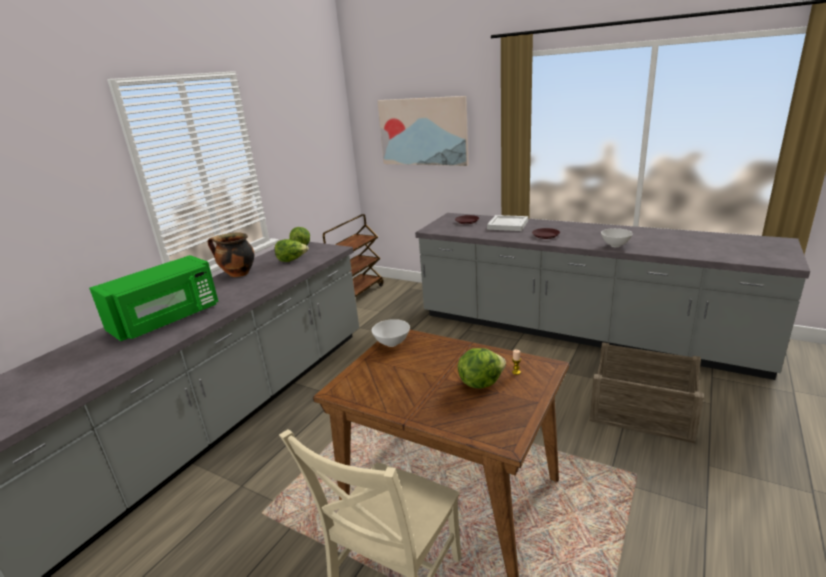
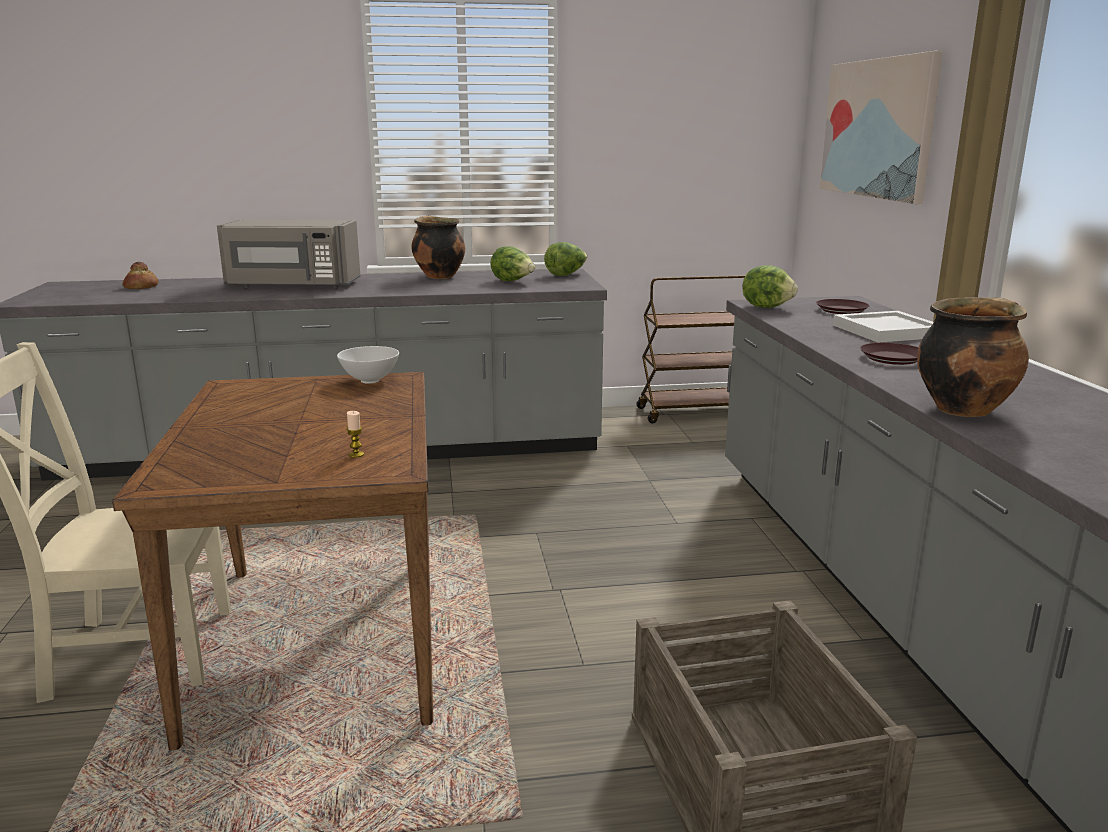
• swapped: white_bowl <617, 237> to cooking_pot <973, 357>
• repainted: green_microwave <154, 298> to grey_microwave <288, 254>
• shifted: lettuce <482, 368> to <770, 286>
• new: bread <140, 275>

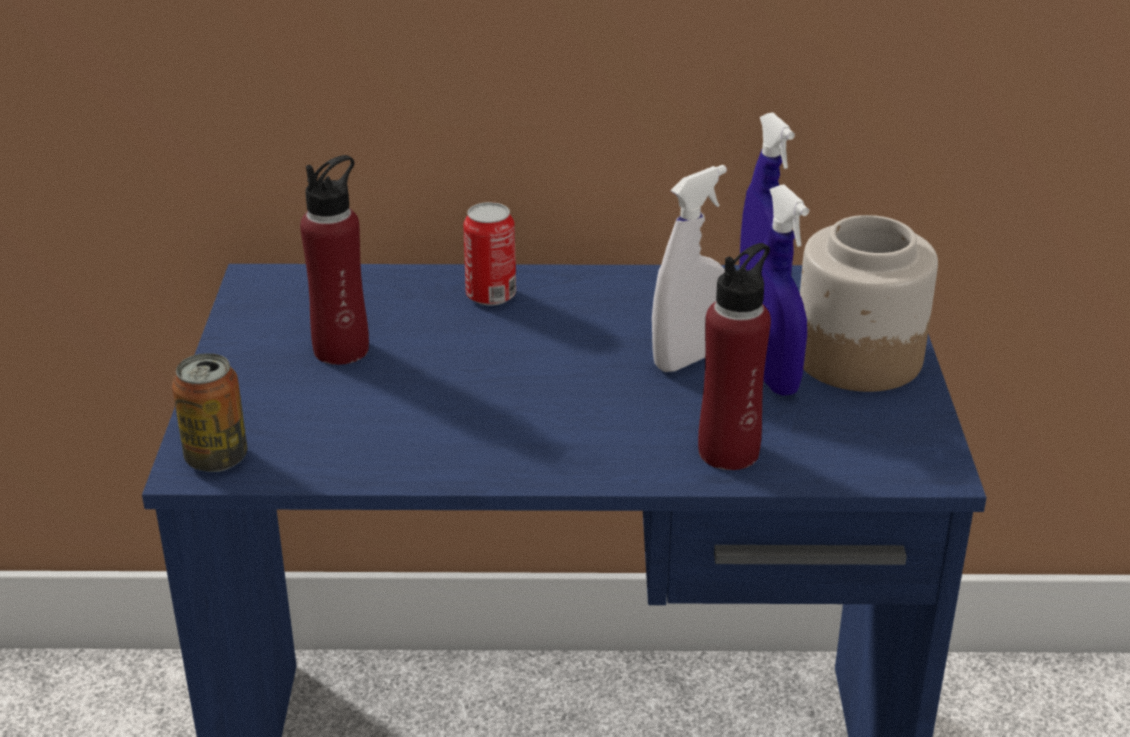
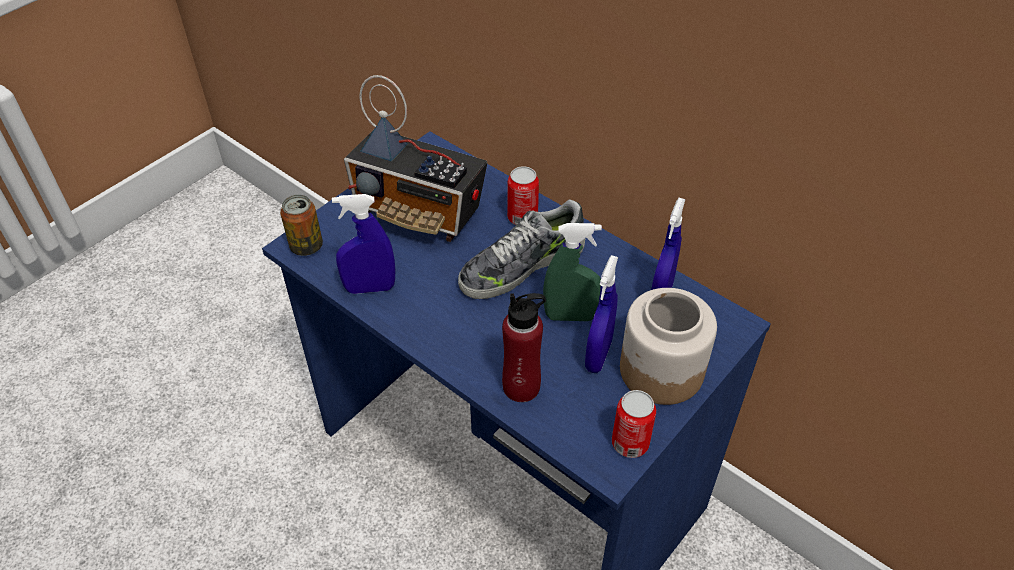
• swapped: red_bottle <334, 260> to radio <415, 158>
• repainted: white_spray_bottle <689, 268> to green_spray_bottle <572, 272>
• new: blue_spray_bottle <364, 244>
• new: shoe <521, 249>
• new: can <634, 424>

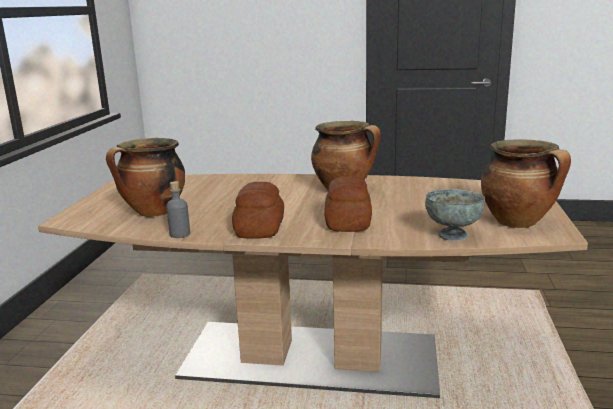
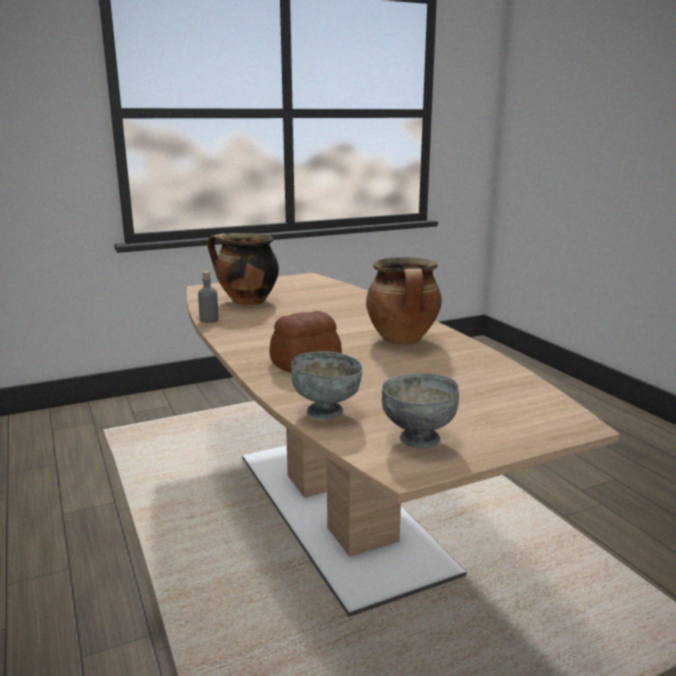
• swapped: cooking_pot <526, 183> to grey_bowl <420, 411>
• gone: bread <258, 210>

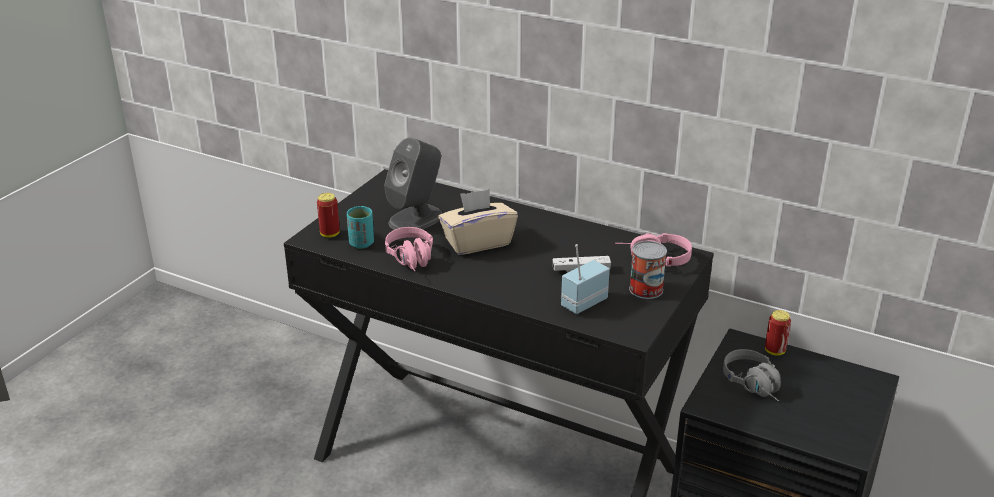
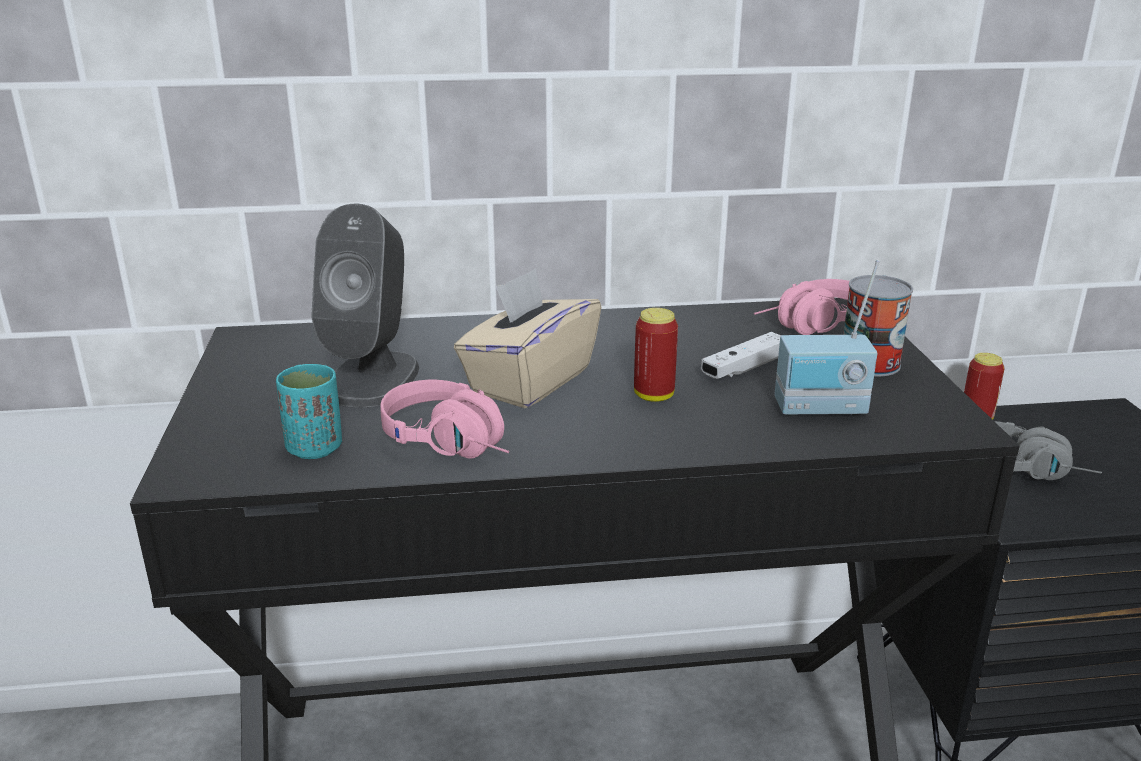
• shifted: can <328, 215> to <656, 355>
• rotated: radio <585, 279> = <827, 338> 105 degrees counterclockwise

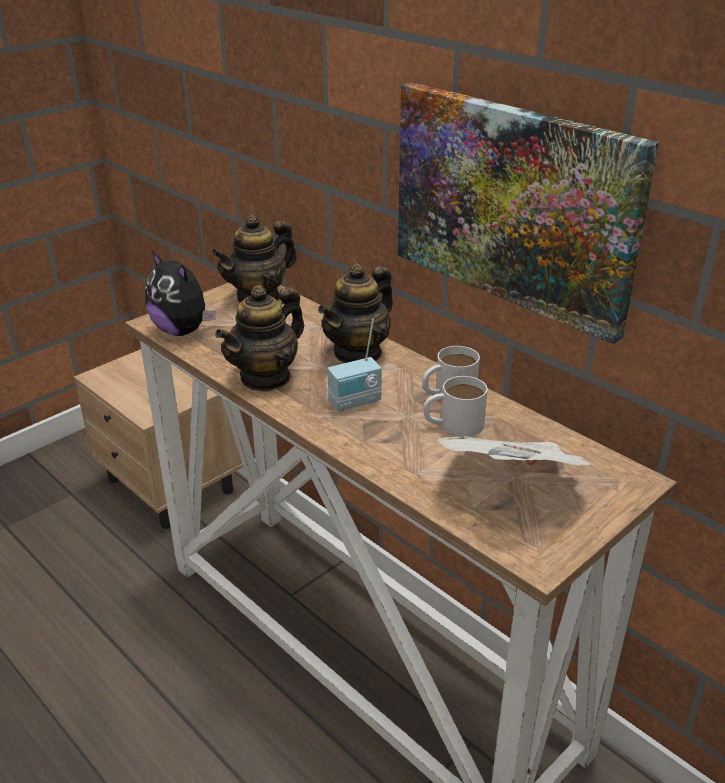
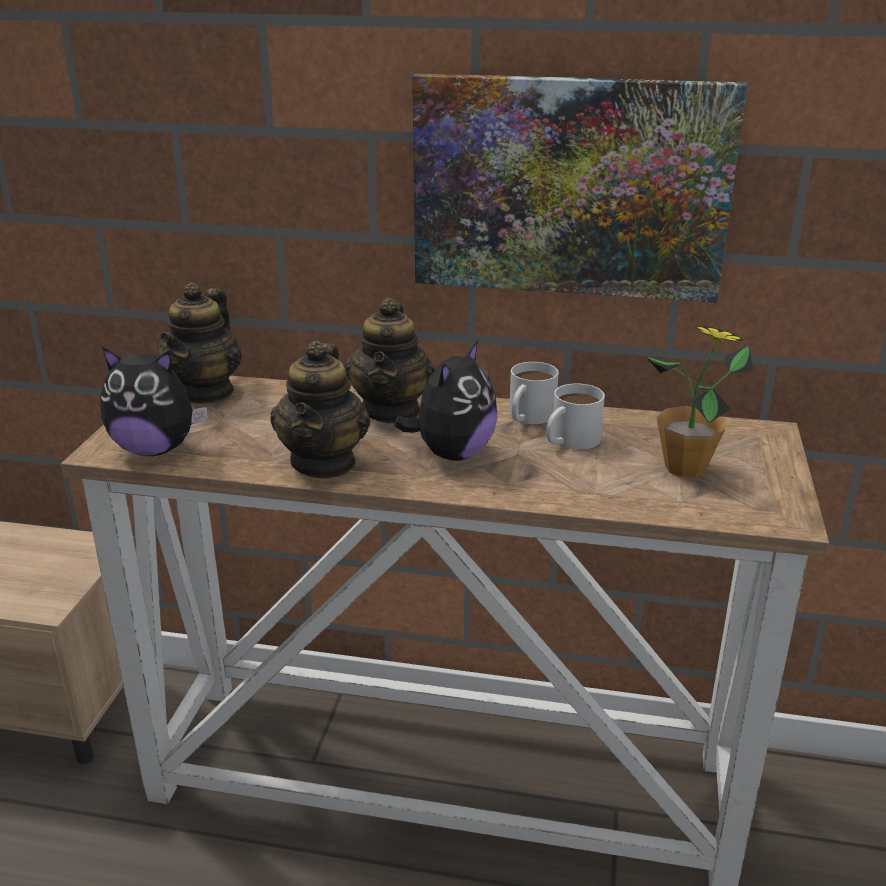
• swapped: radio <355, 364> to plush_toy <445, 400>
• swapped: newspaper <516, 451> to potted_plant <699, 402>

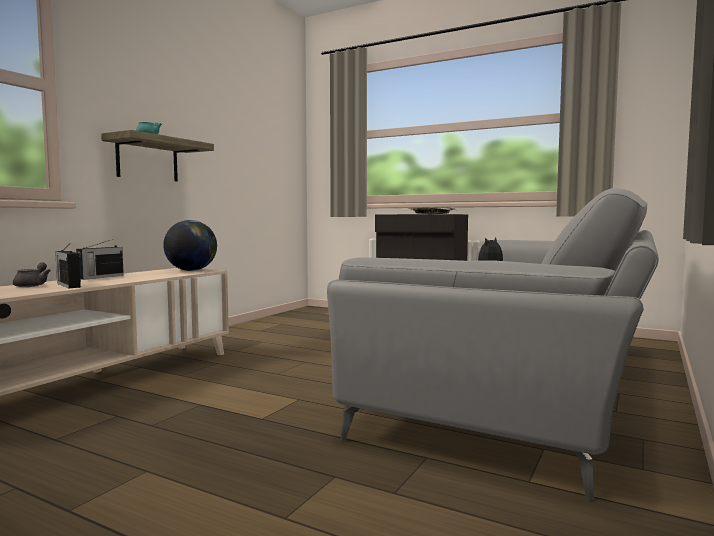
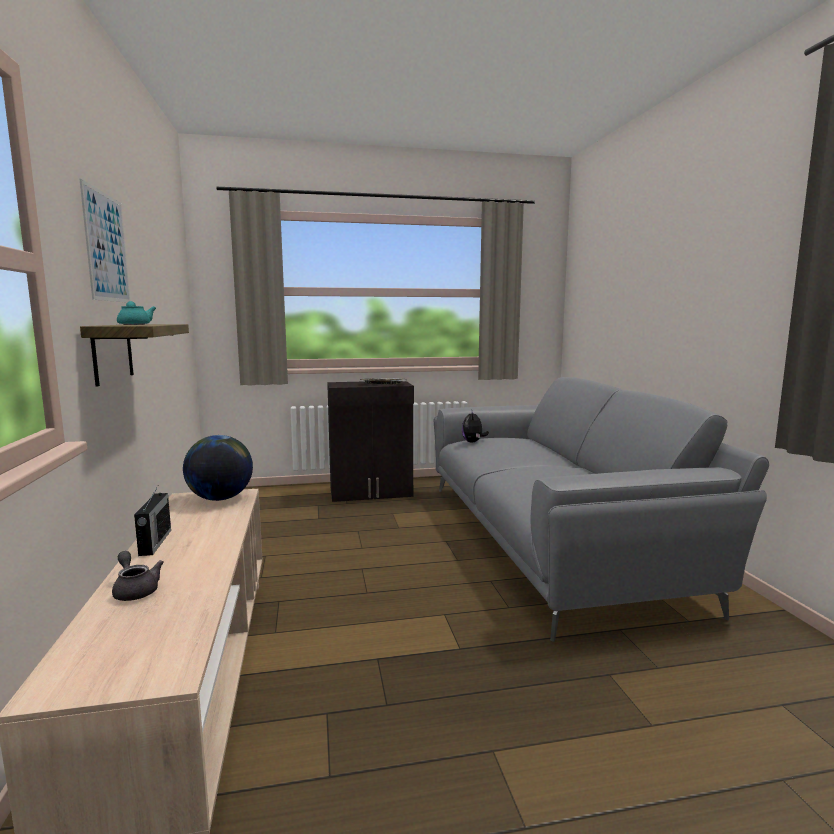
• gone: radio <68, 266>
• new: picture <105, 241>

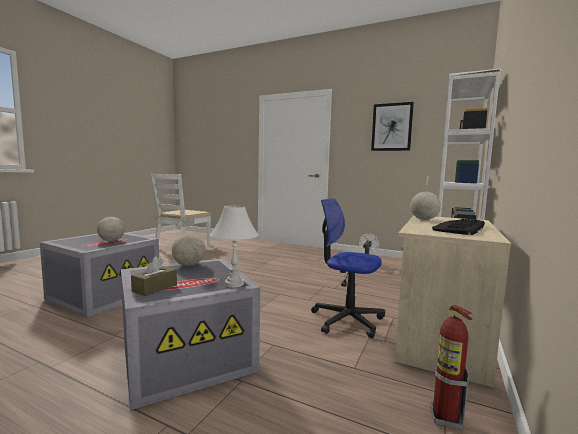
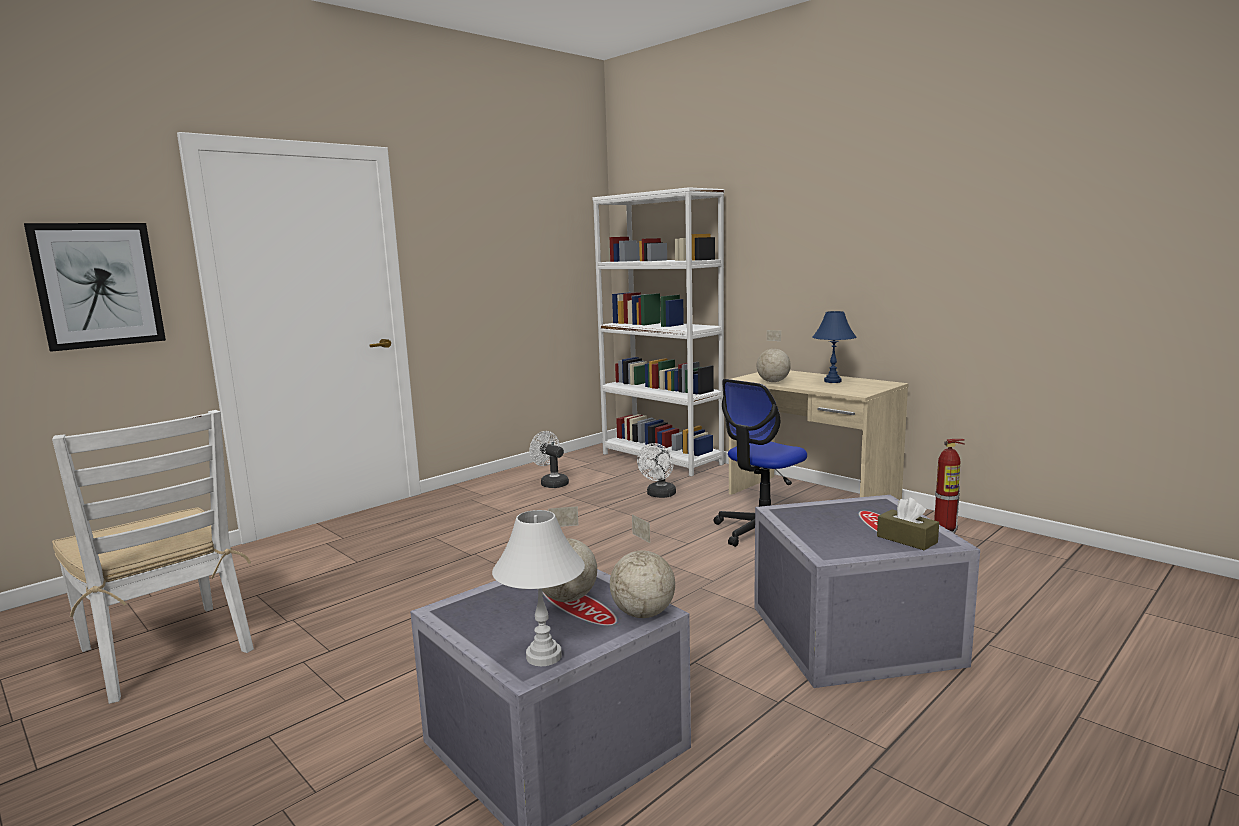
• shifted: picture <392, 126> to <95, 287>
• shifted: white_table_lamp <234, 246> to <538, 588>
• shifted: globe <188, 241> to <642, 566>
• swapped: keyboard <458, 227> to blue_table_lamp <834, 347>
• new: white_fan <656, 470>

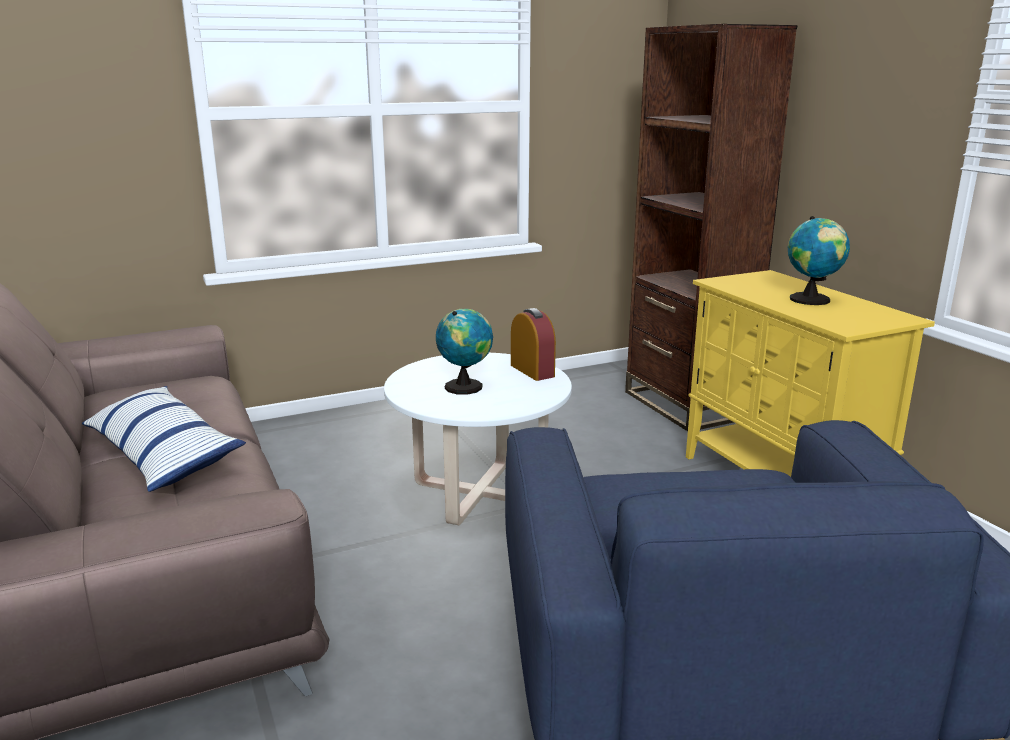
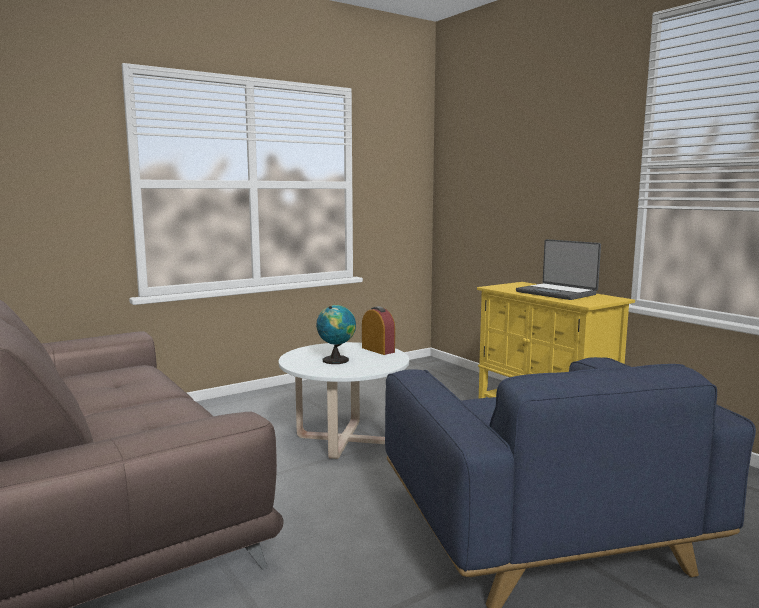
• gone: brown_bookcase <711, 227>
• swapped: globe <819, 260> to laptop <558, 269>
• gone: pillow <164, 439>

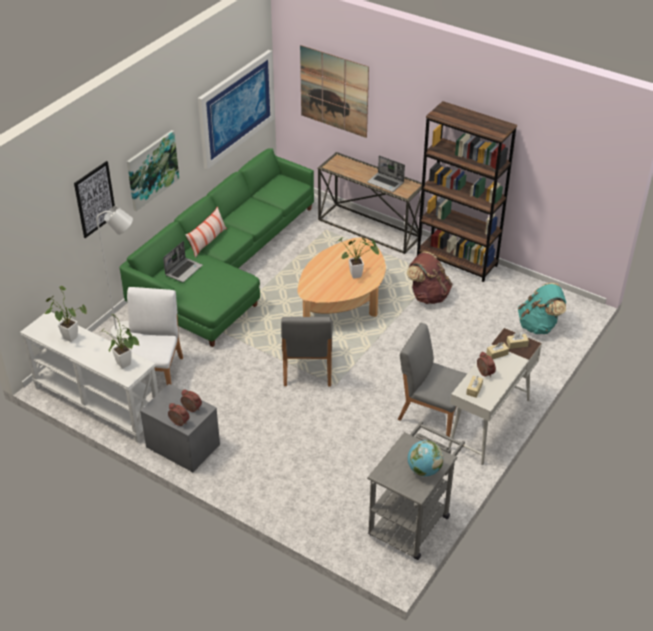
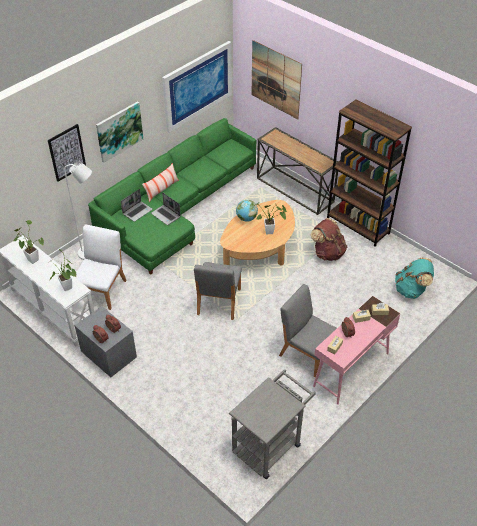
• shifted: laptop <386, 173> to <166, 208>
• repainted: white_desk <495, 396> to pink_desk <357, 350>
• shifted: globe <426, 458> to <247, 211>

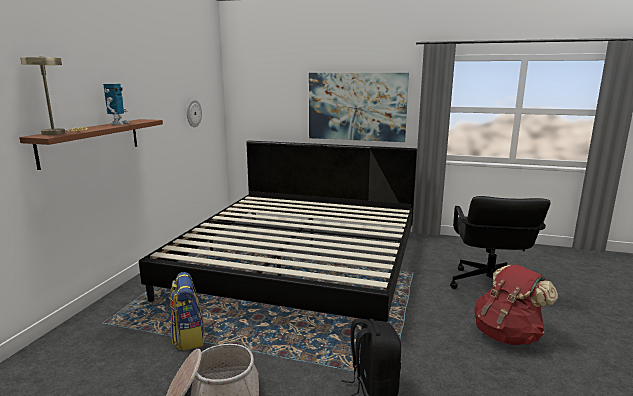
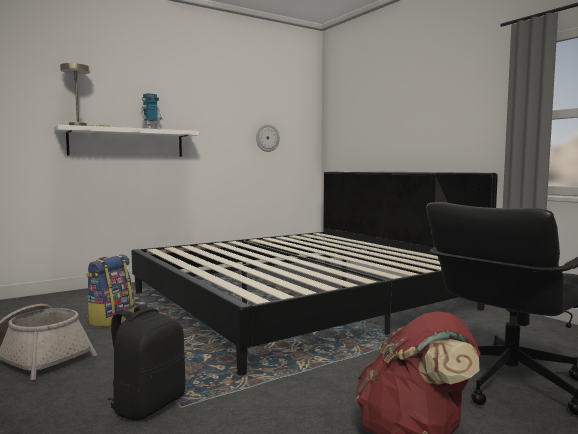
• gone: picture <359, 107>
• repainted: brown_shelf <91, 144> to white_shelf <126, 141>

